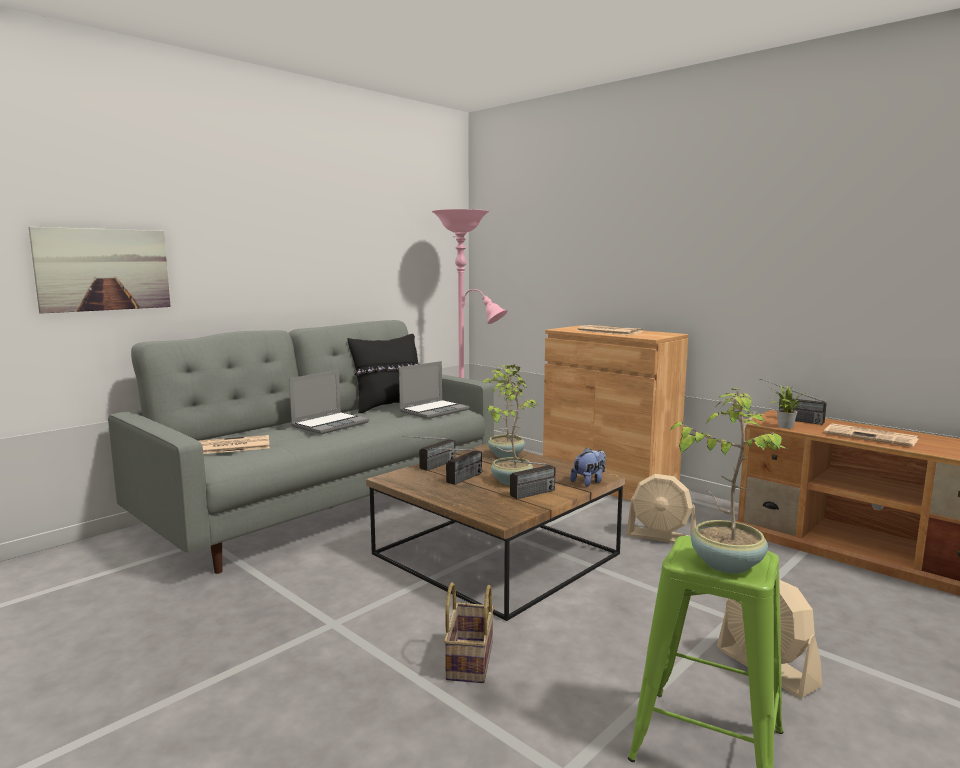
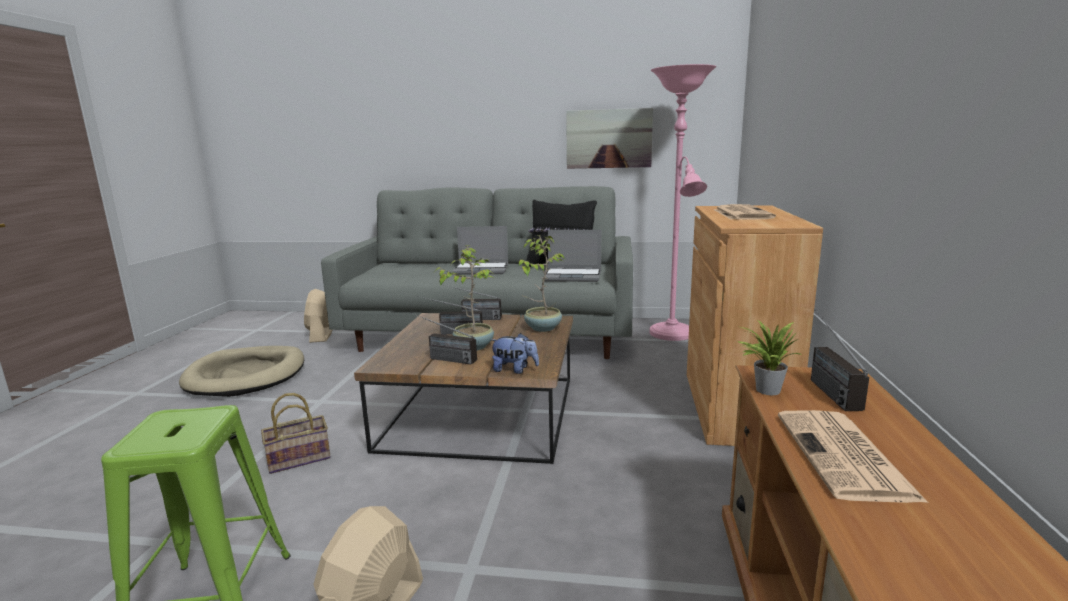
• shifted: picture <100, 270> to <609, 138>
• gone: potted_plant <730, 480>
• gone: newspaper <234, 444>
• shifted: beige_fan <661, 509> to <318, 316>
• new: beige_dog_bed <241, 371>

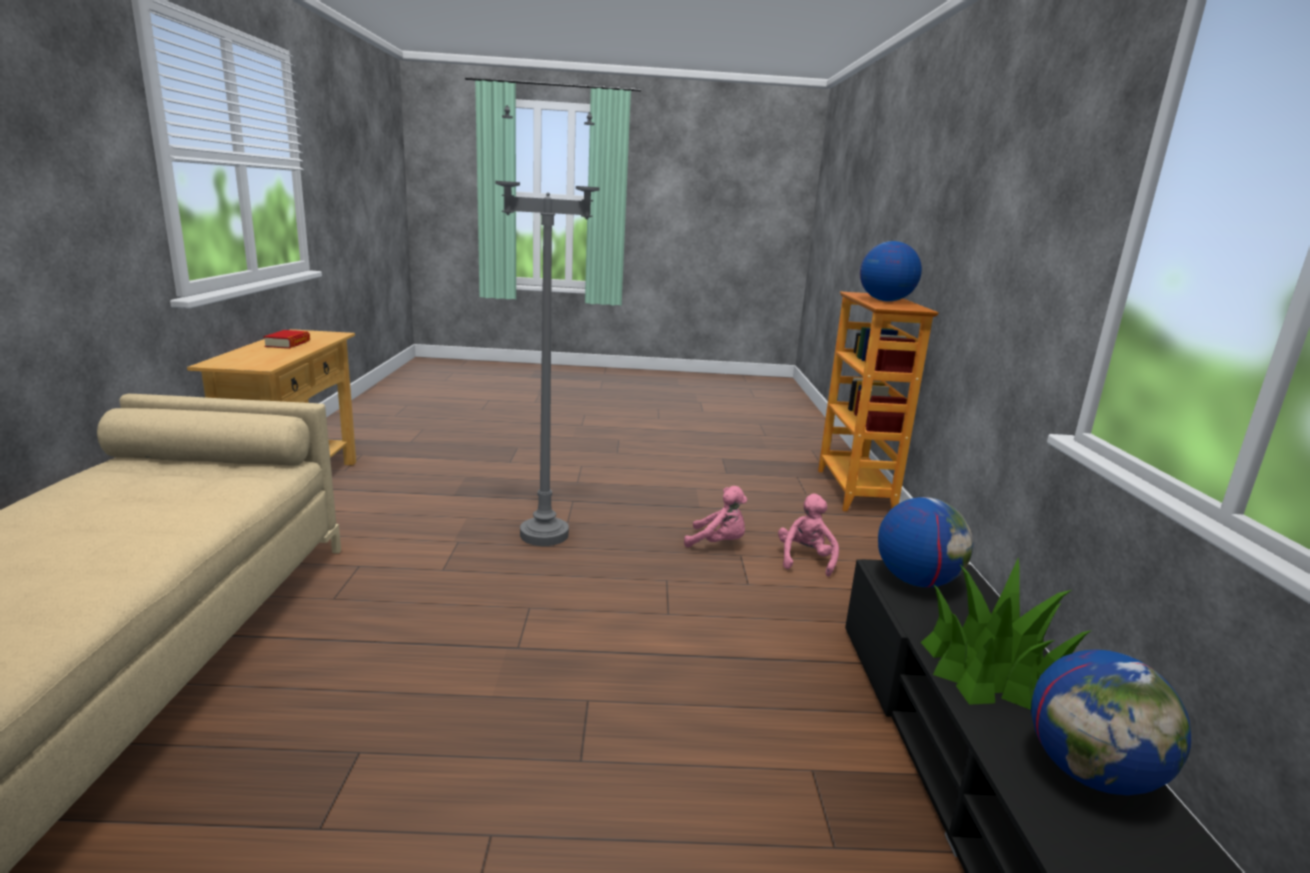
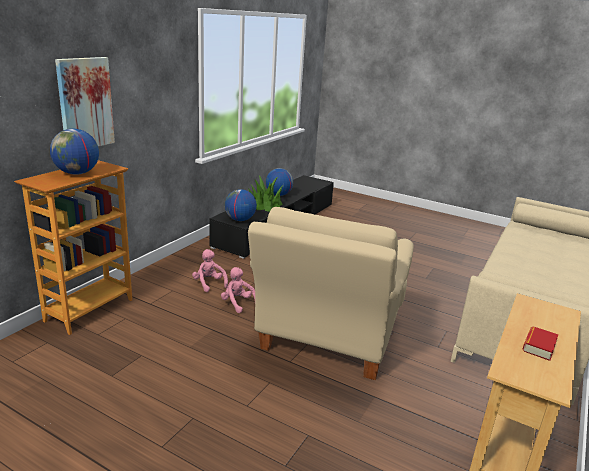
• swapped: grey_floor_lamp <547, 325> to beige_armchair <331, 293>
• rotated: pink_plush_toy <808, 535> = <210, 270> 105 degrees clockwise
• new: picture <85, 101>

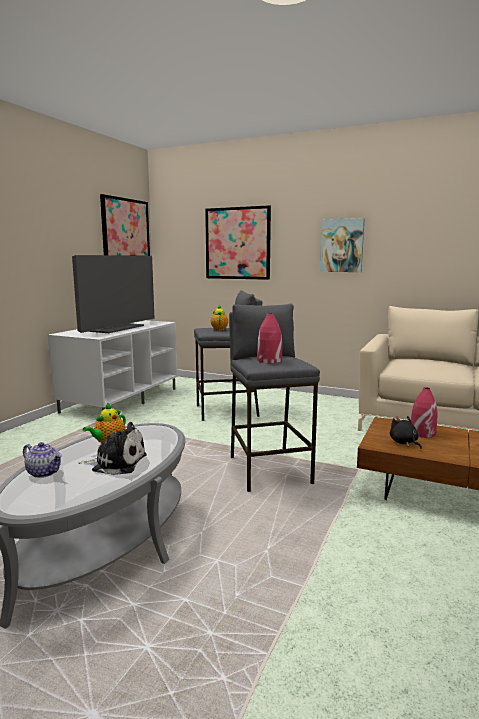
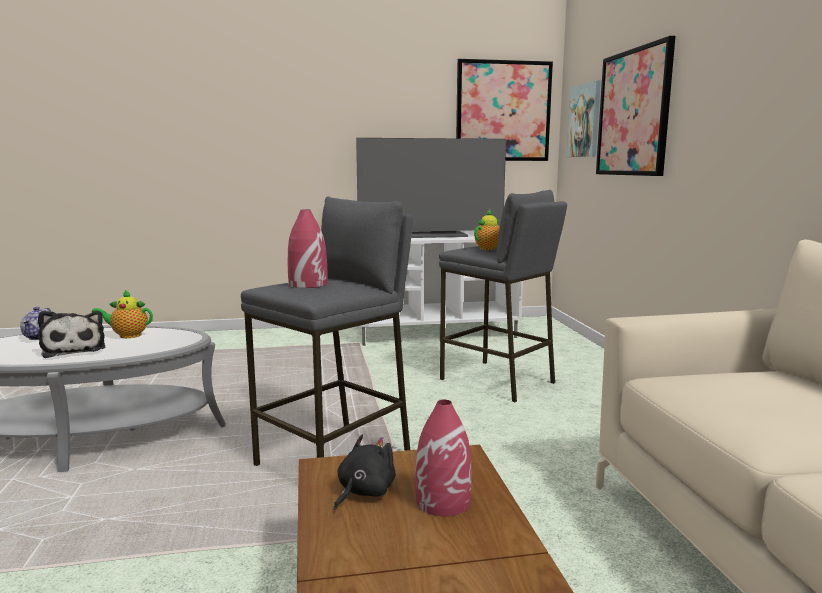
• shifted: picture <342, 245> to <584, 118>

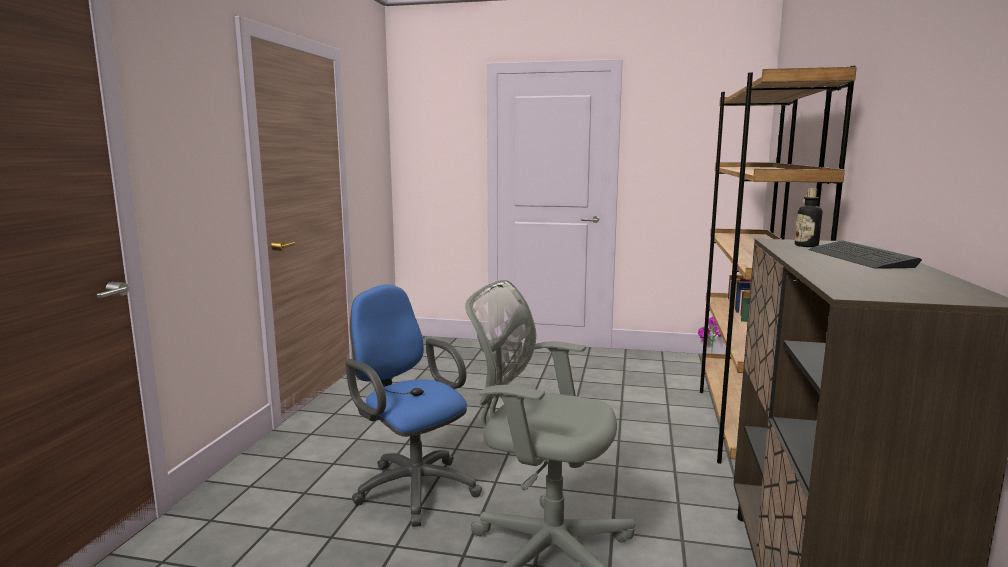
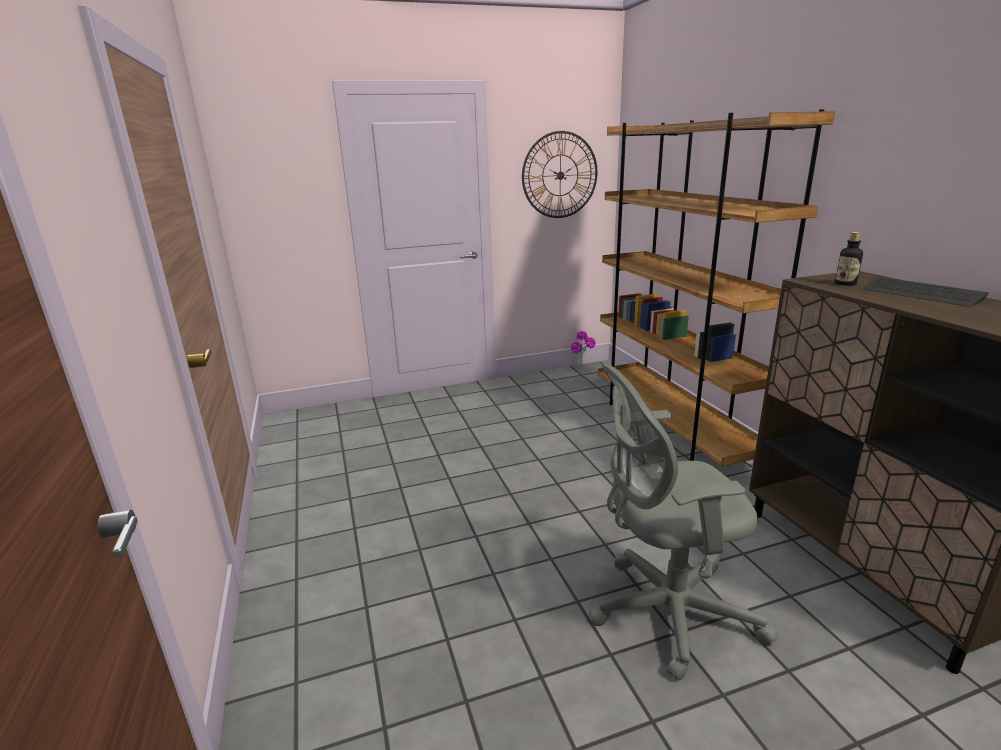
• gone: blue_office_chair <413, 406>
• new: wall_clock <560, 174>

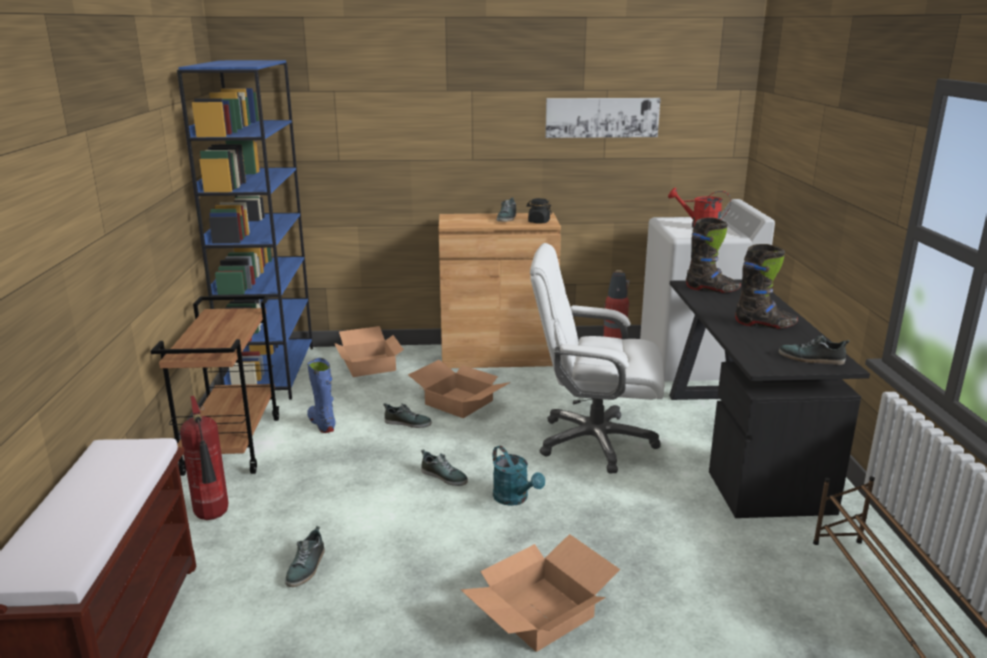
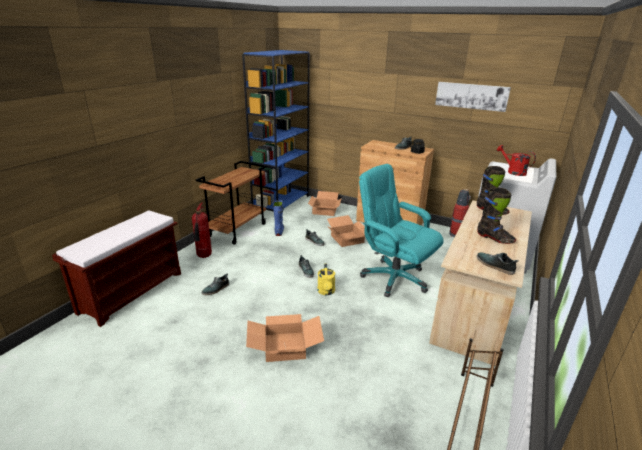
• repainted: white_office_chair <597, 358> to turquoise_office_chair <401, 230>
• repainted: black_desk <769, 399> to beige_desk <480, 283>
• repainted: turquoise_watering_can <519, 476> to yellow_watering_can <326, 279>

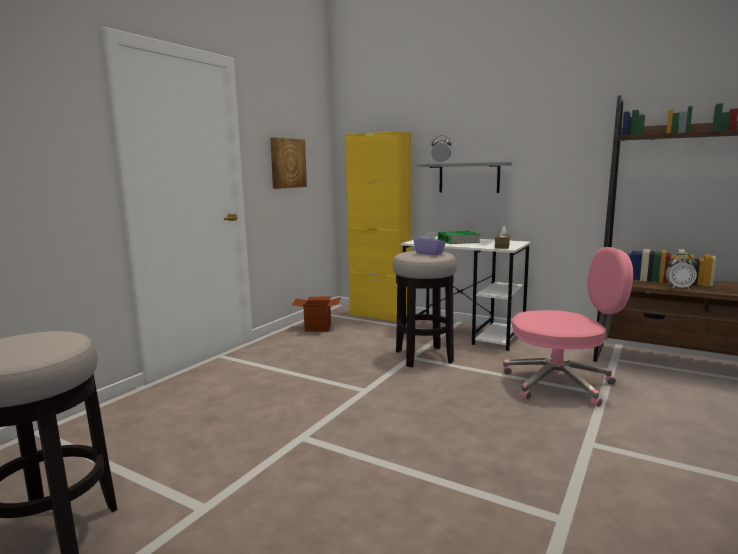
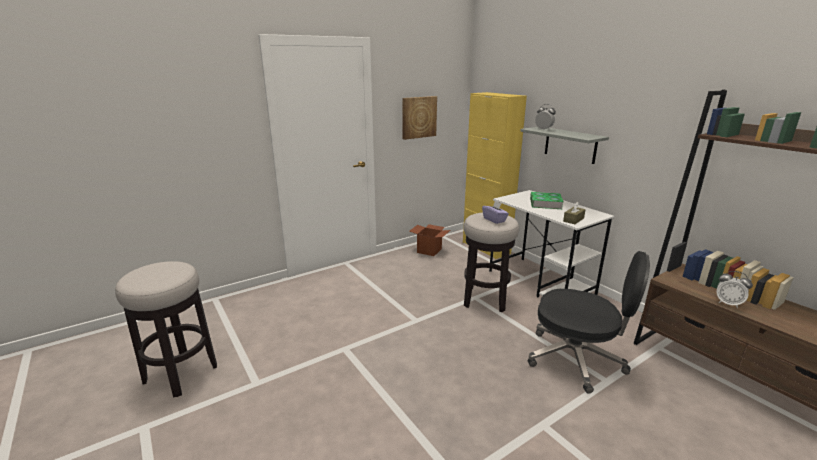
• repainted: pink_office_chair <568, 327> to black_office_chair <589, 322>

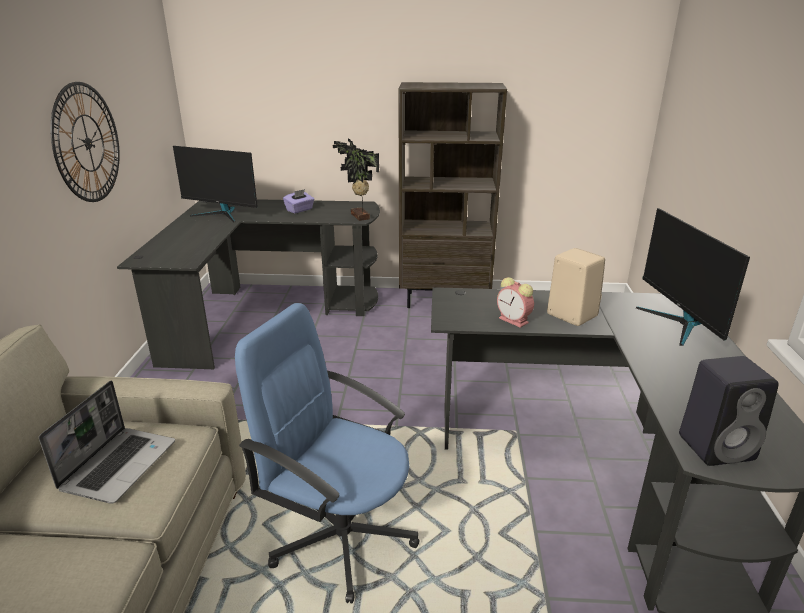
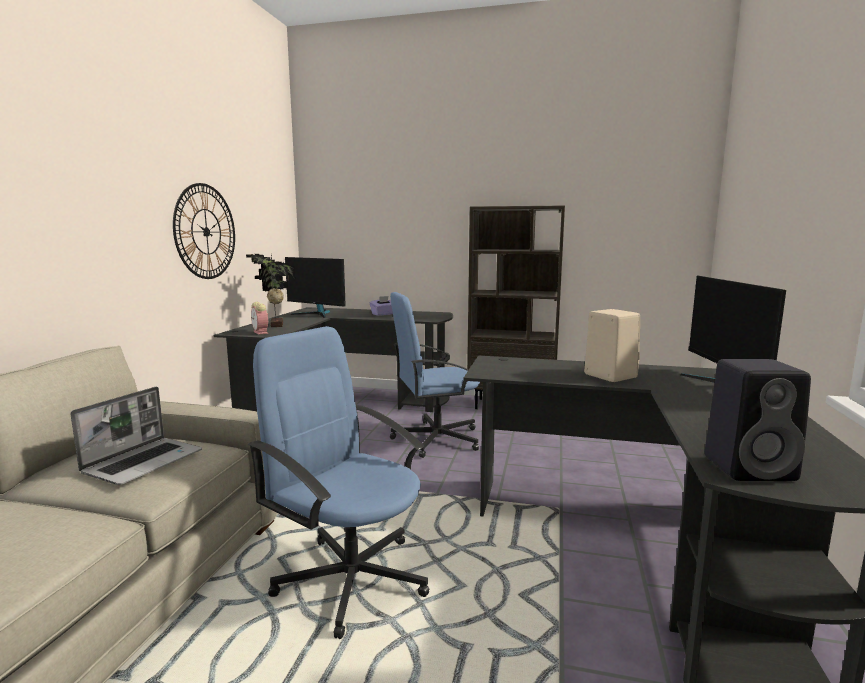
• shifted: potted_plant <356, 179> to <270, 290>
• shifted: alarm_clock <515, 302> to <260, 318>
• new: blue_office_chair <435, 375>

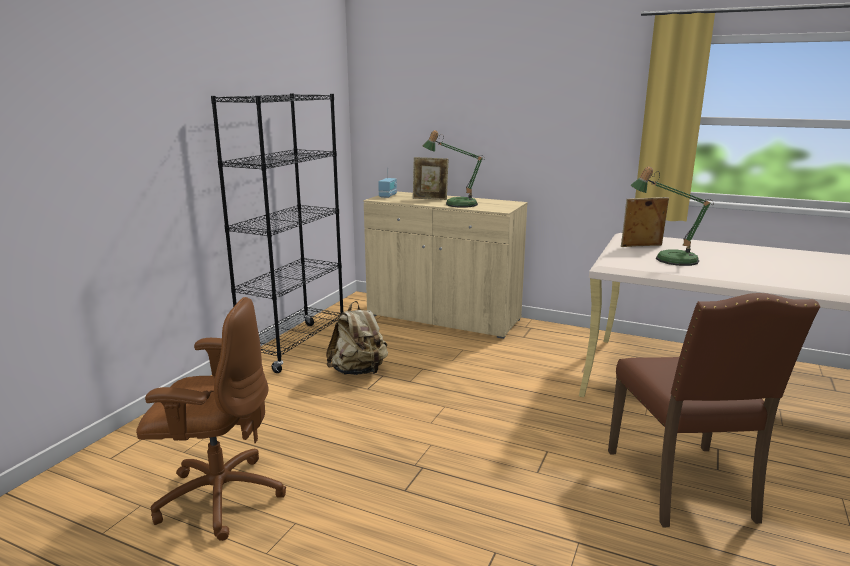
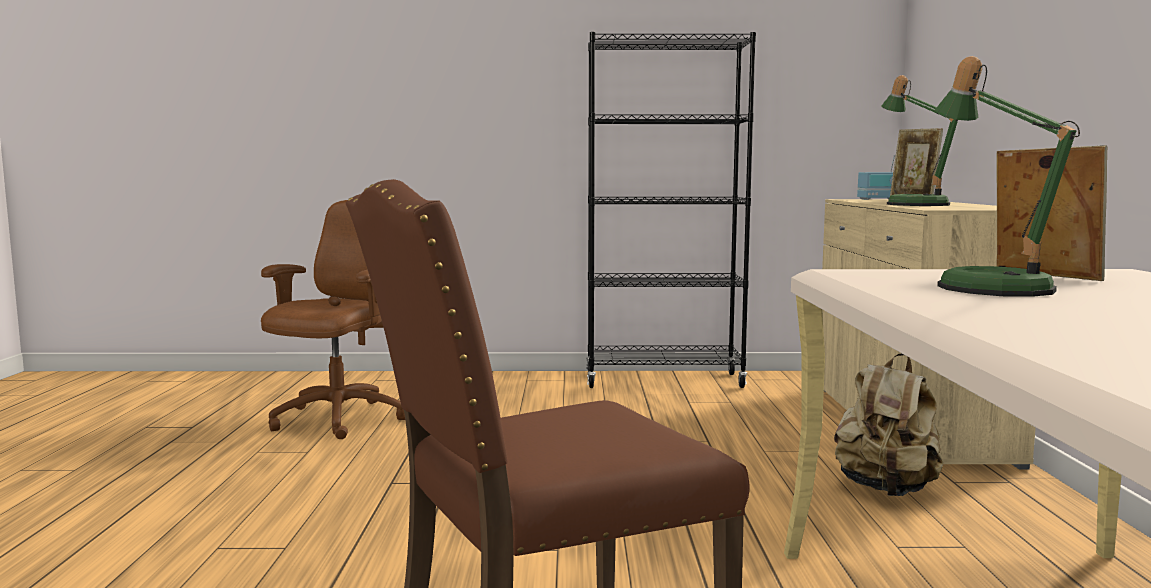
• rotated: brown_office_chair <211, 419> = <333, 319> 135 degrees counterclockwise
• shifted: beige_backpack <357, 338> to <888, 424>

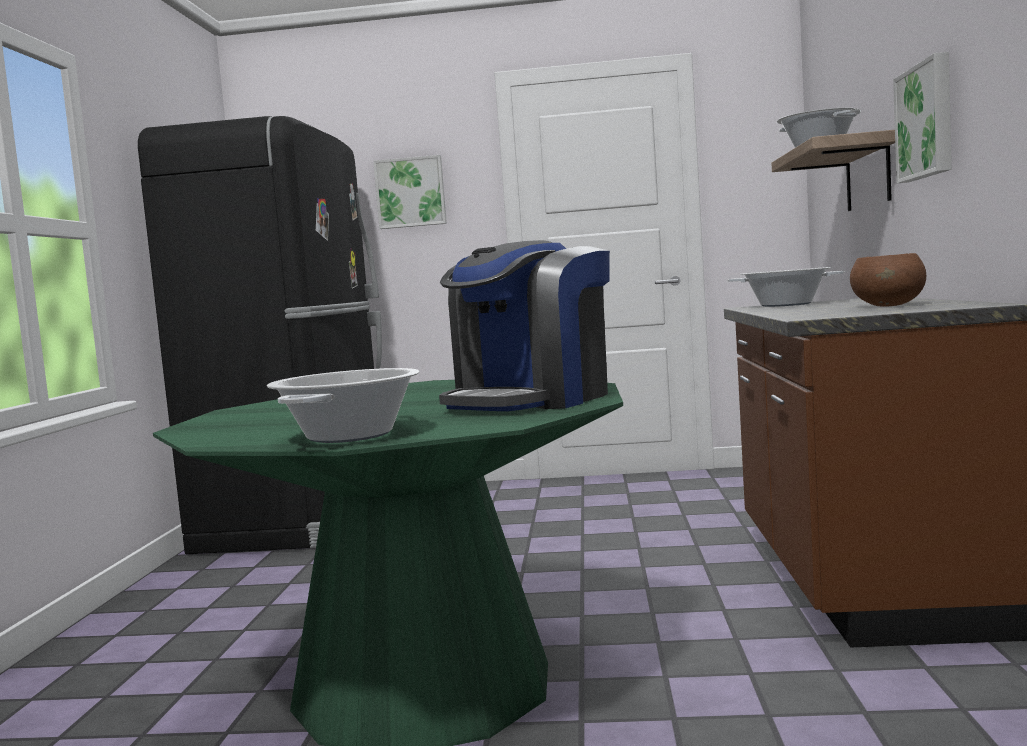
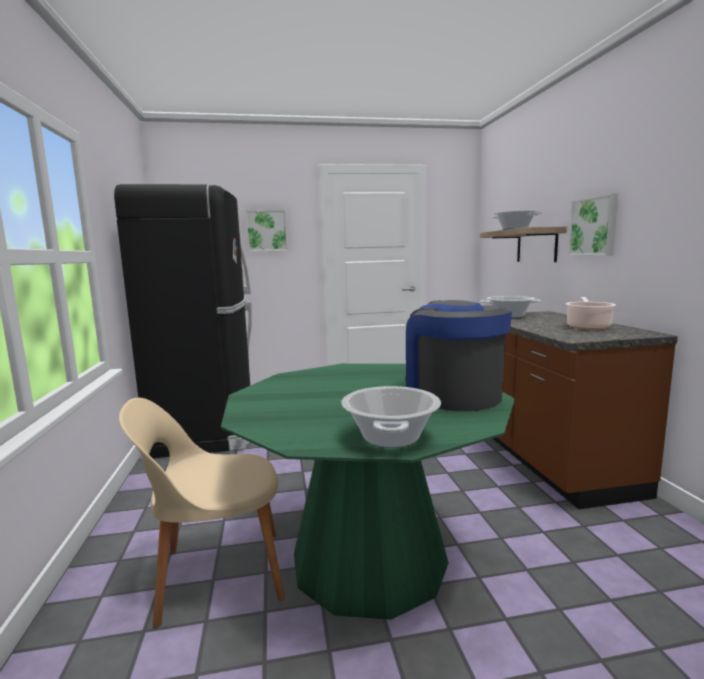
• rotated: coffee_machine <524, 325> = <458, 355> 135 degrees clockwise
• swapped: brown_bowl <888, 279> to cooking_pot <590, 313>
• new: beige_chair <202, 513>

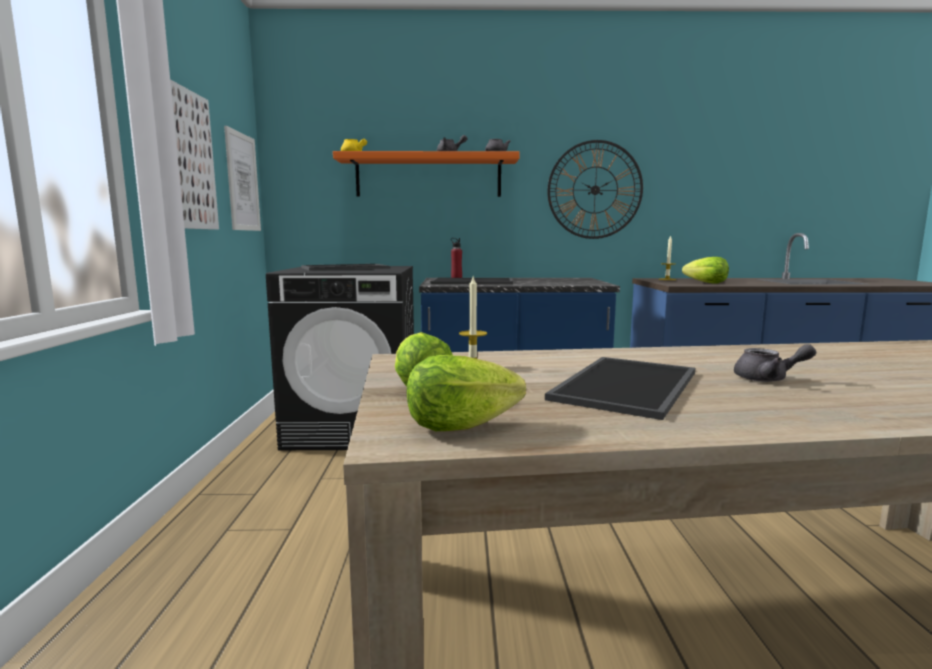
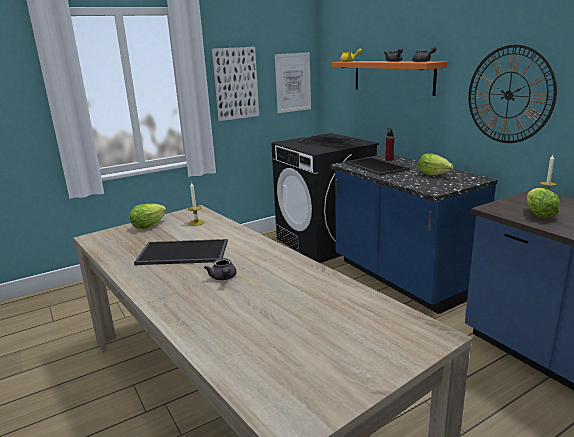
• shifted: lettuce <466, 393> to <435, 164>

